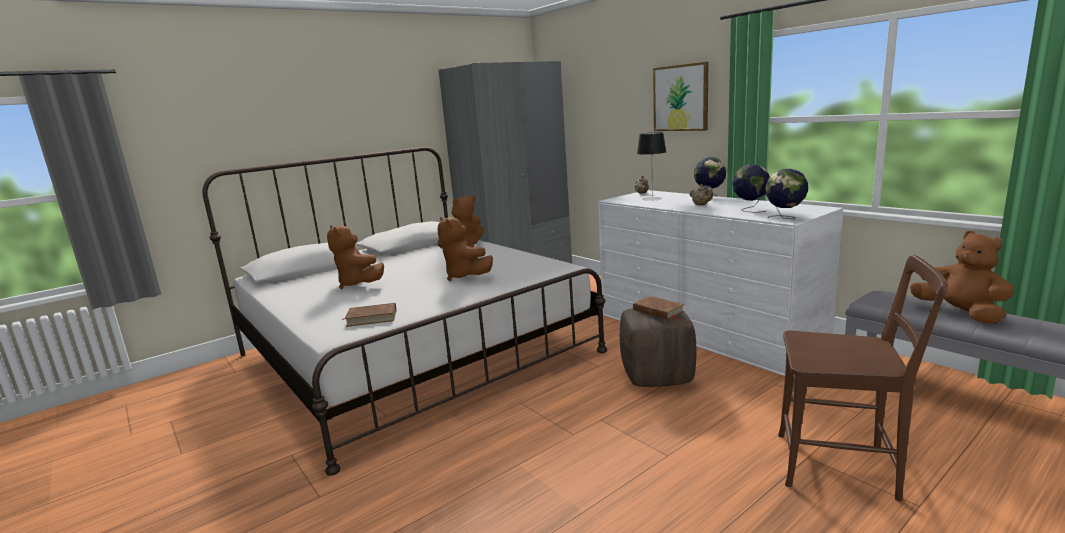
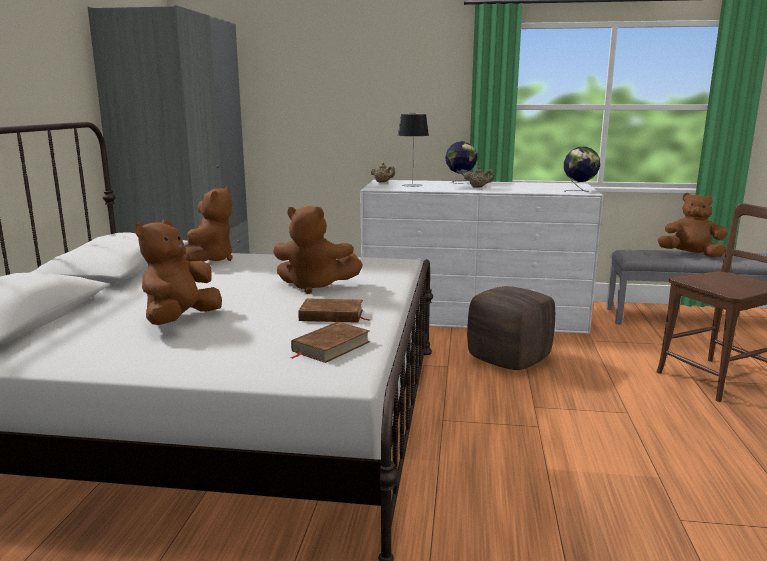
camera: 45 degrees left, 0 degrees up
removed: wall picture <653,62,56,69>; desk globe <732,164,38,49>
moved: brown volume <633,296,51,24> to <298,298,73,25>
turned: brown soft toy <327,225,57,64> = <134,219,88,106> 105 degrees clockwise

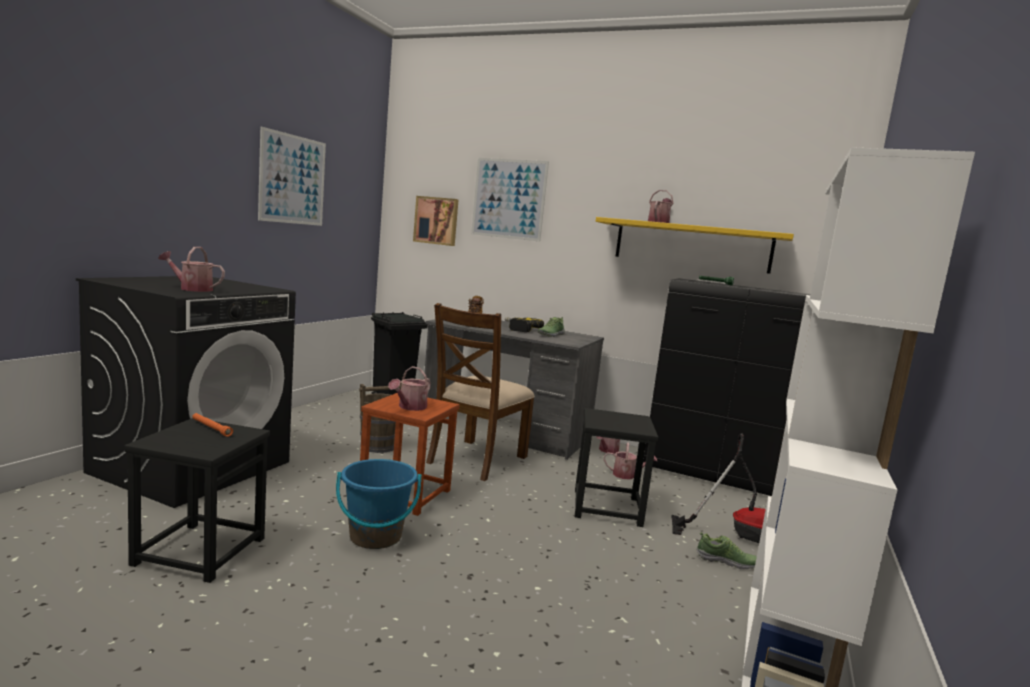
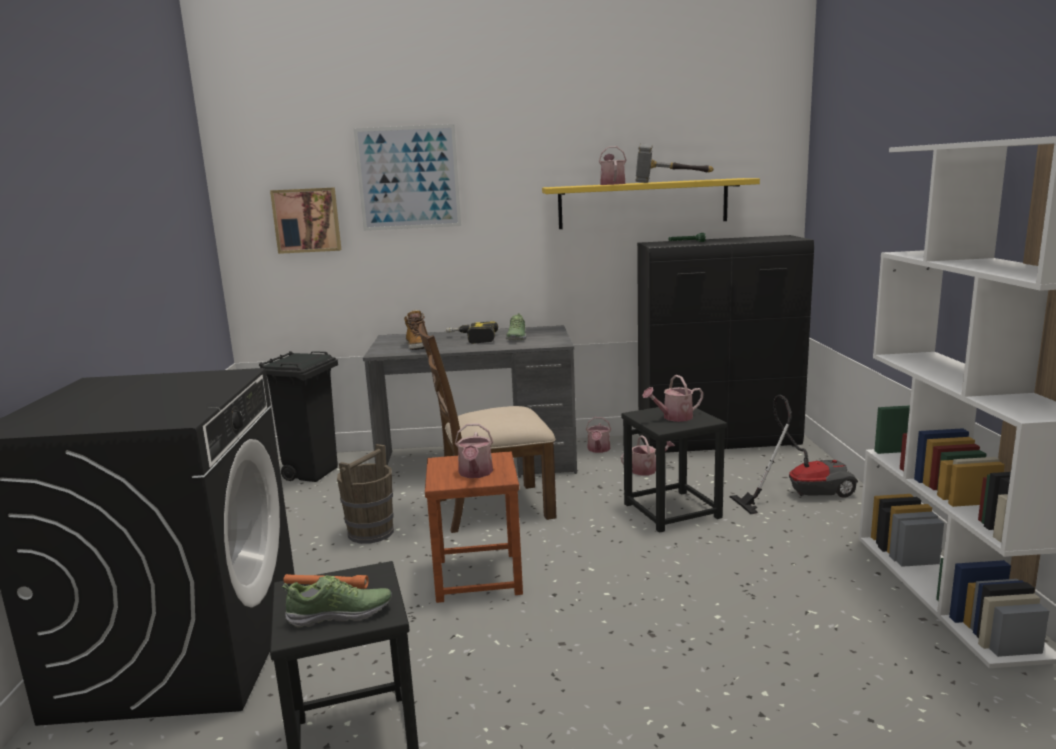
camera: 25 degrees left, 5 degrees up
removed: wall picture <258,127,68,99>; blue-coloured bucket <336,459,85,90>
added: hand hammer <635,144,79,39>
moved: low shoe <696,532,61,37> to <282,575,110,53>; watering pot <158,247,67,45> to <642,375,62,47>
turned: brown upright chair <426,303,109,178> = <417,320,139,213> 75 degrees clockwise

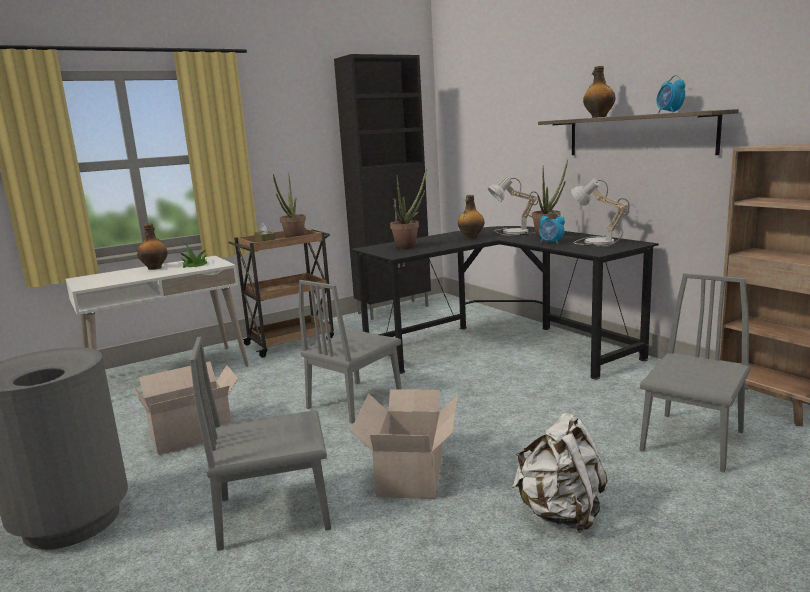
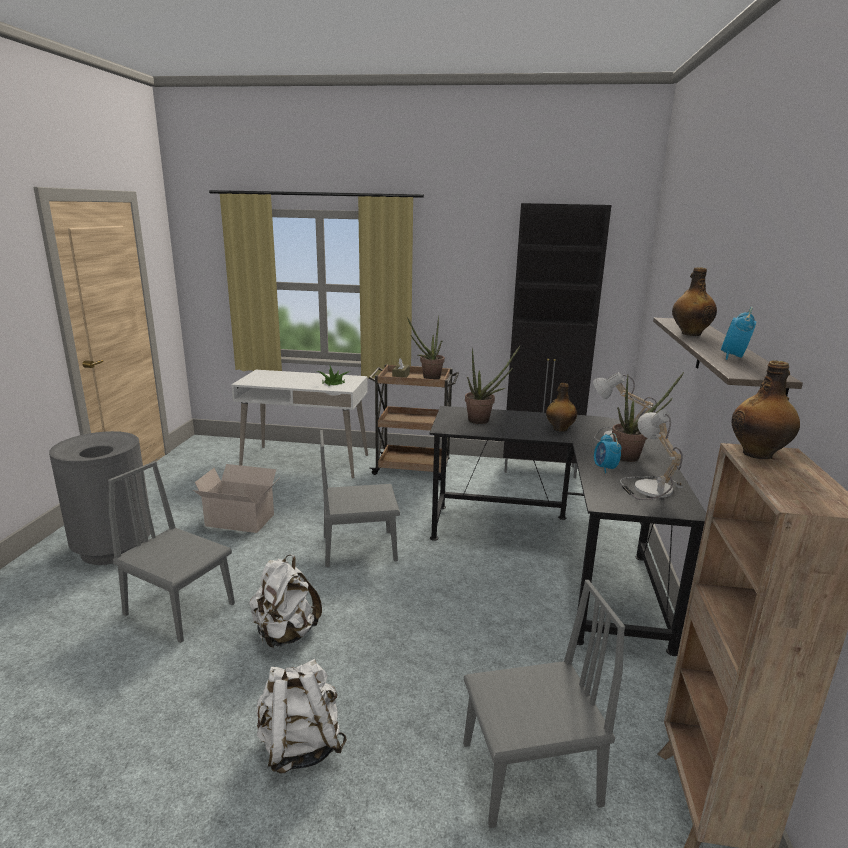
camera: 40 degrees right, 5 degrees up
moved: bottle <137,224,31,46> to <732,360,68,99>
replaced: packing box <350,390,108,109> to white knapsack <249,555,73,93>

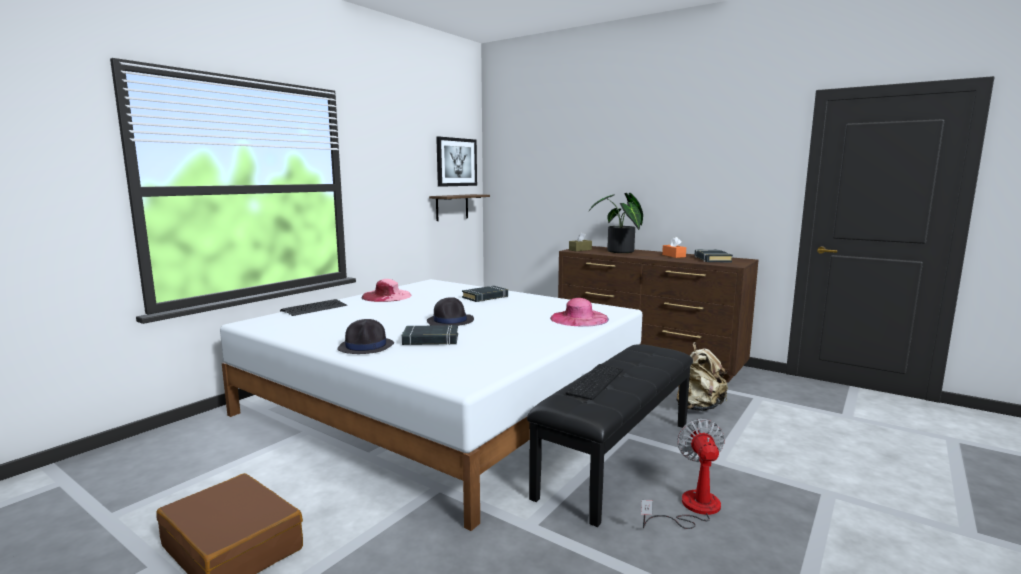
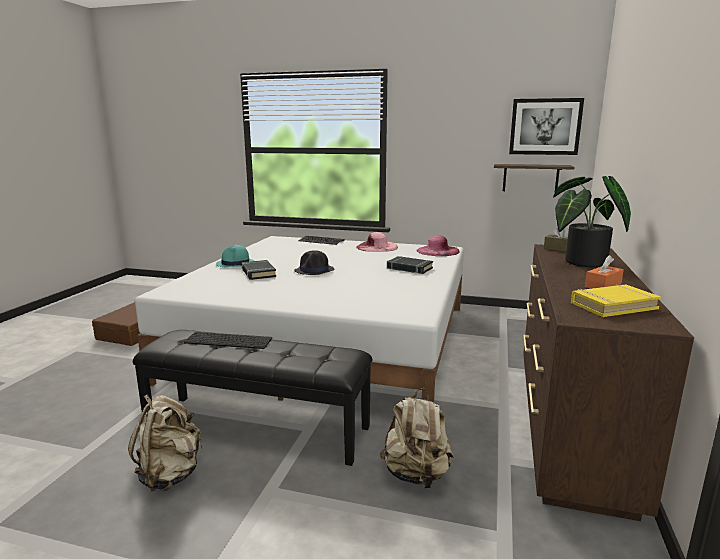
camera: 70 degrees right, 5 degrees up
moved: pink clothing hat <550,298,59,29> to <417,235,43,21>
replaced: electric fan <641,419,84,110> to beige-coloured knapsack <128,394,75,98>
recoloured: black-coloured clothing hat <337,319,57,35> to turquoise clothing hat <216,245,38,22>; black-coloured volume <694,250,39,12> to yellow volume <571,285,90,32>

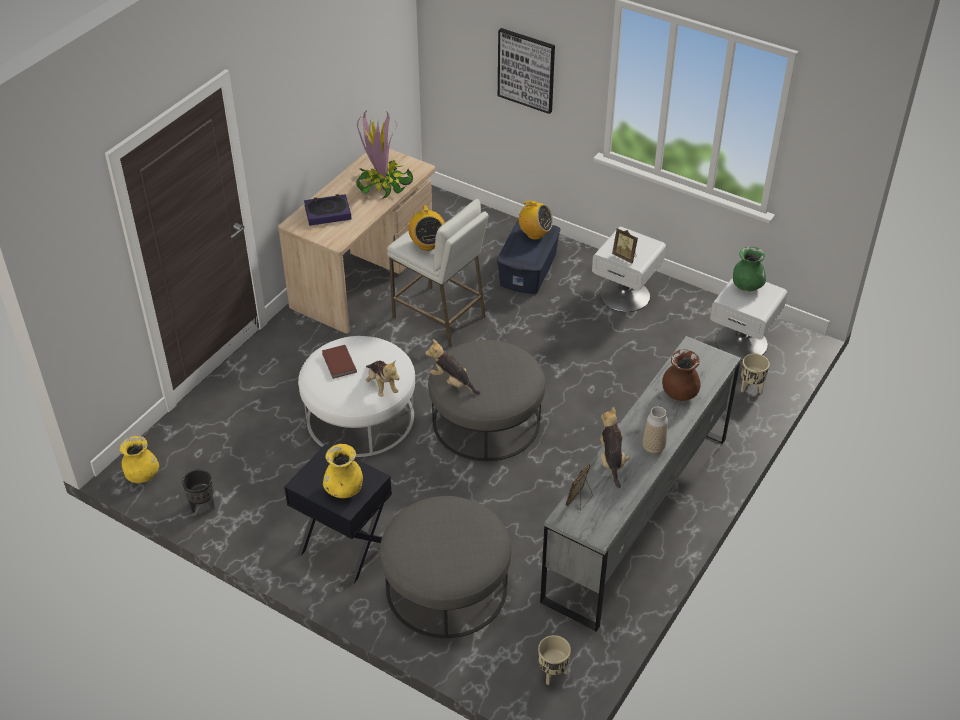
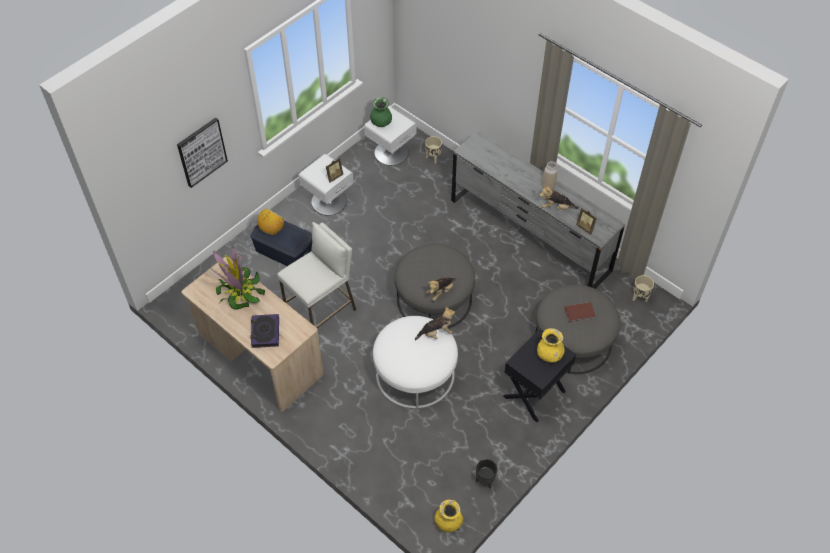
camera: 80 degrees left, 10 degrees up
removed: radio receiver <408,205,37,46>; brown vase <662,349,39,52>
moved: brown volume <322,345,35,34> to <564,302,32,20>

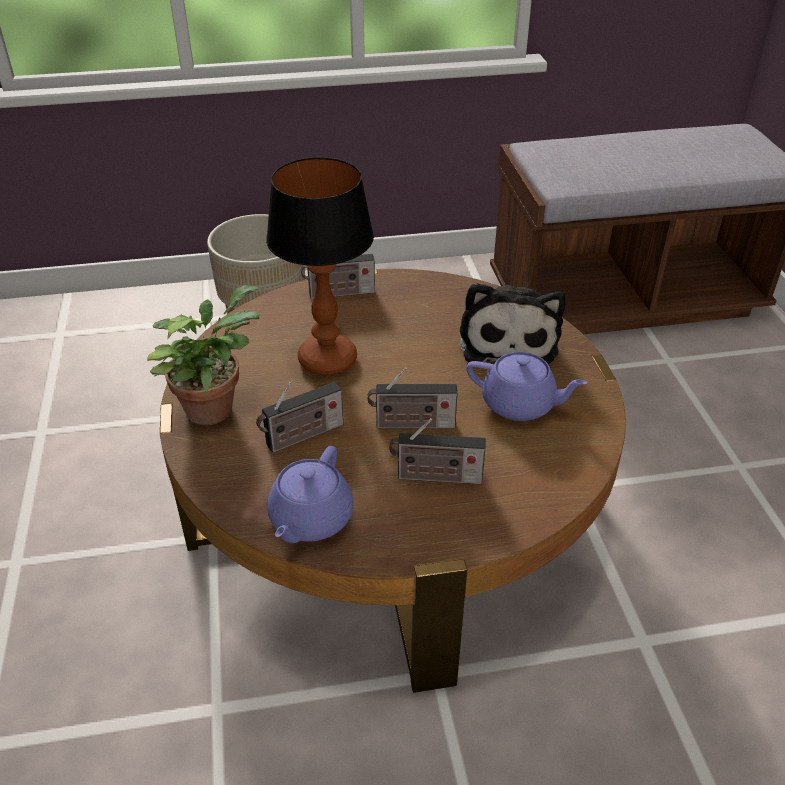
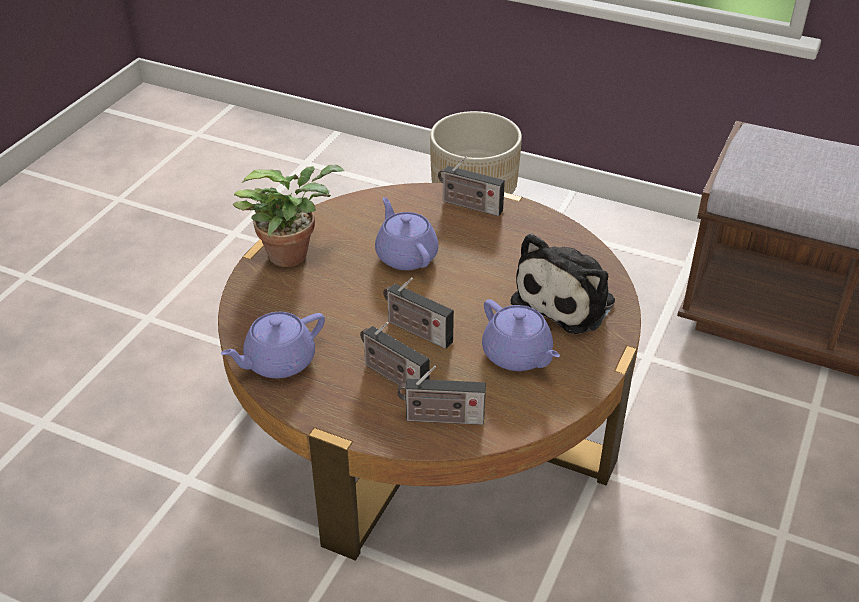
camera: 35 degrees right, 0 degrees up
moved: radio receiver <256,382,87,71> to <397,365,89,60>
replaced: table lamp <266,157,108,219> to purple-coloured pot for tea <375,197,64,73>

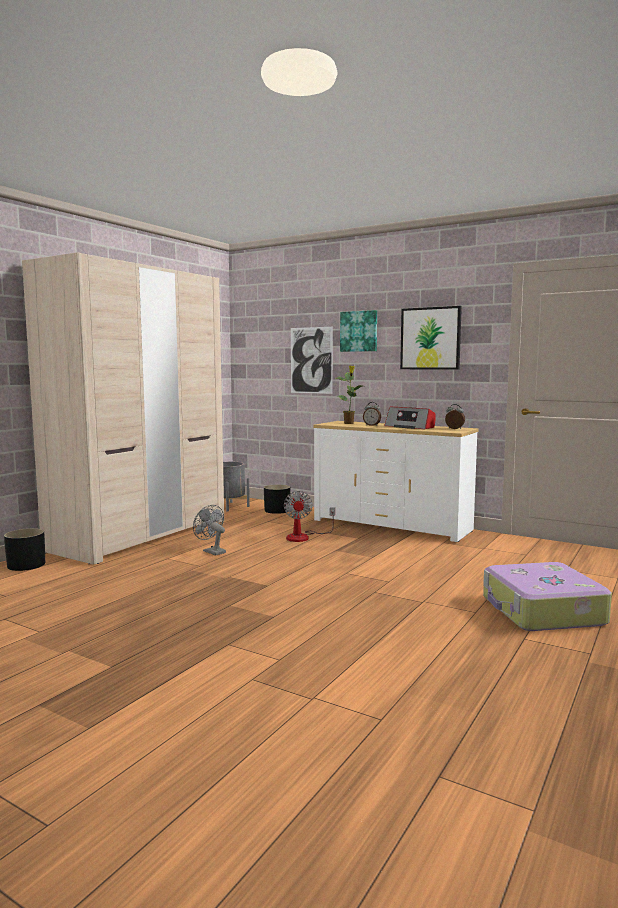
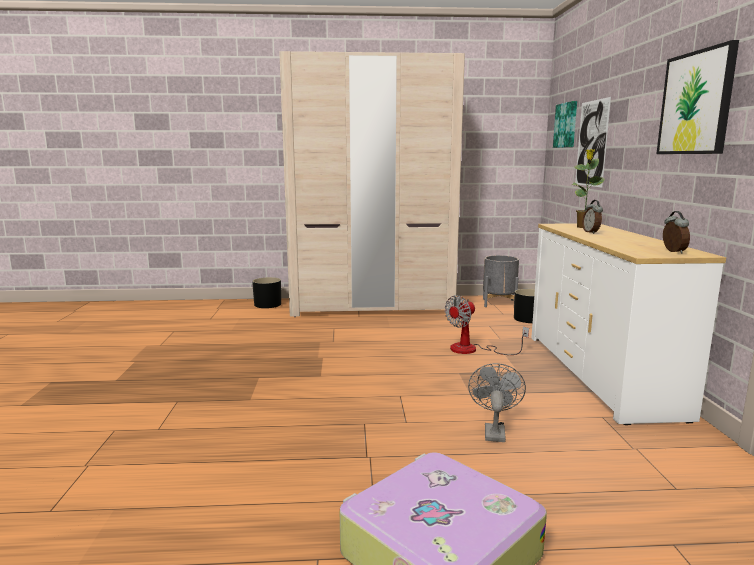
camera: 55 degrees right, 5 degrees up
removed: radio receiver <384,407,52,22>
moved: gray electric fan <193,505,33,51> to <468,363,58,79>; wall picture <340,310,37,42> to <553,101,24,47>

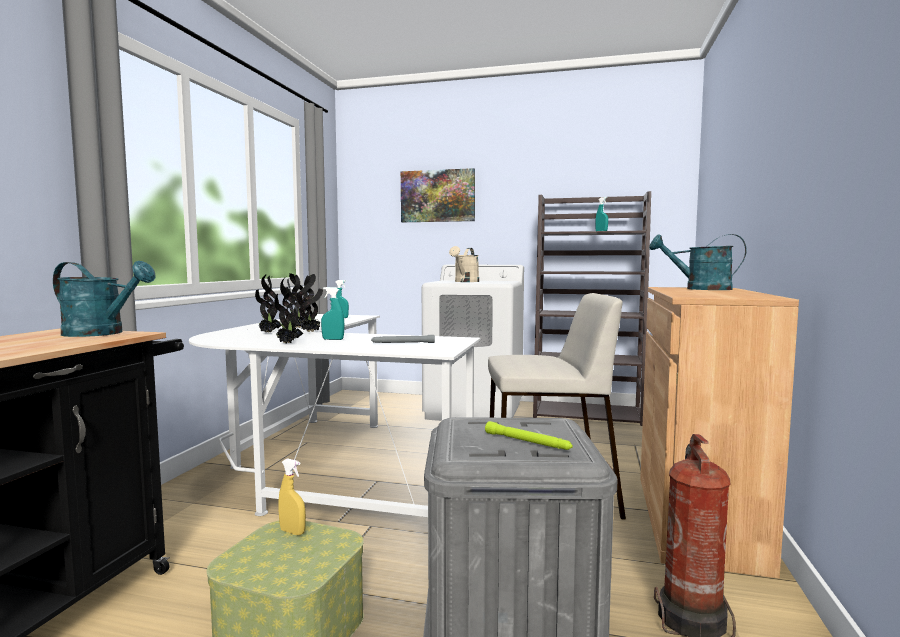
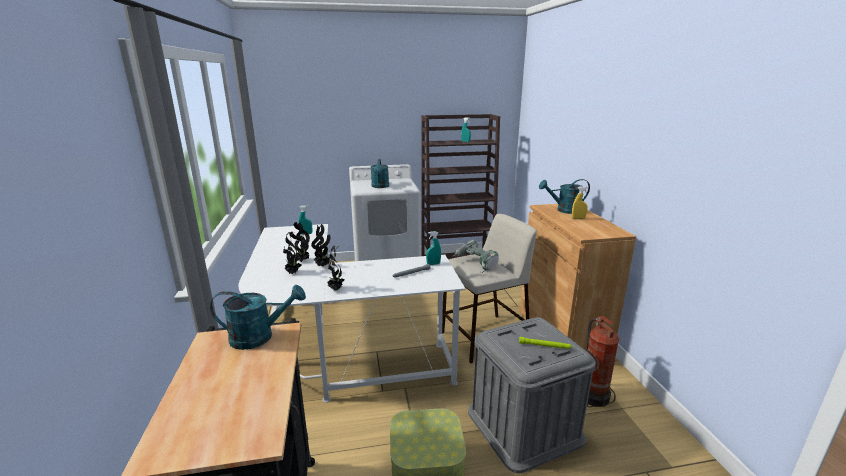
camera: 25 degrees left, 15 degrees up
removed: wall picture <401,168,74,54>
added: electric drill <452,239,47,34>
moved: turquoise hand sprayer <321,287,23,53> to <426,231,15,34>; yellow hand sprayer <279,458,27,77> to <572,186,17,33>
recoloured: beige-coloured watering pot <449,246,30,36> to turquoise watering pot <371,159,18,29>

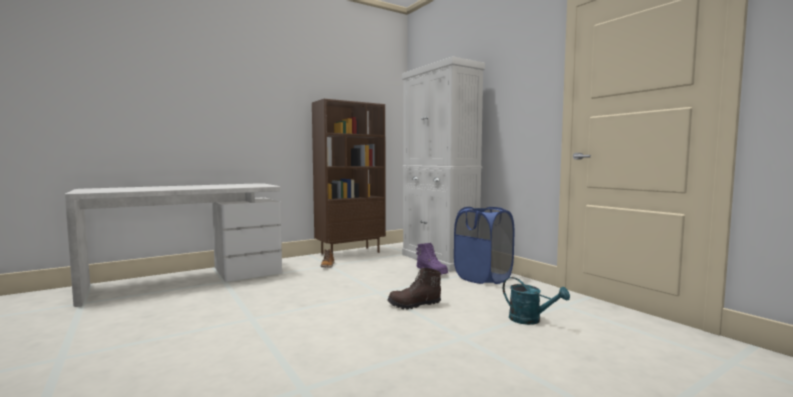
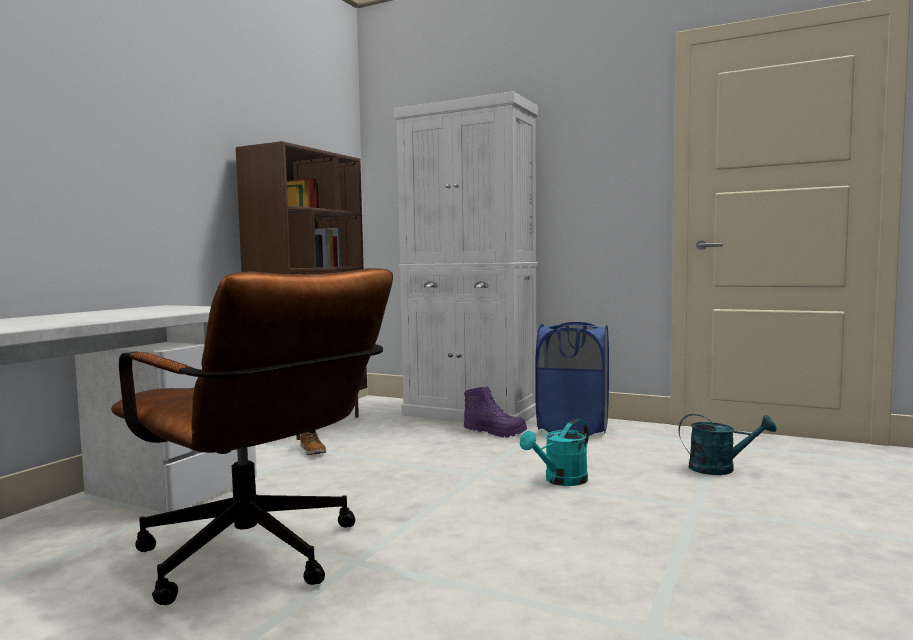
camera: 30 degrees left, 0 degrees up
added: brown office chair <111,268,282,337>
replaced: brown tall boot <387,268,54,42> to turquoise watering pot <520,419,69,67>

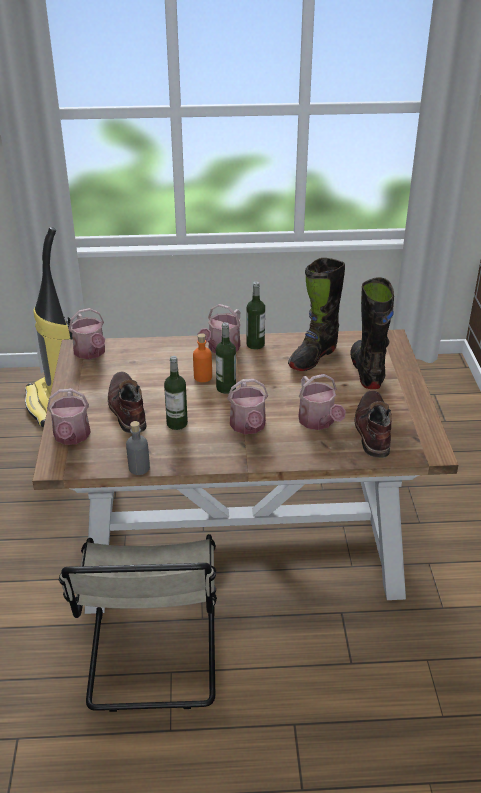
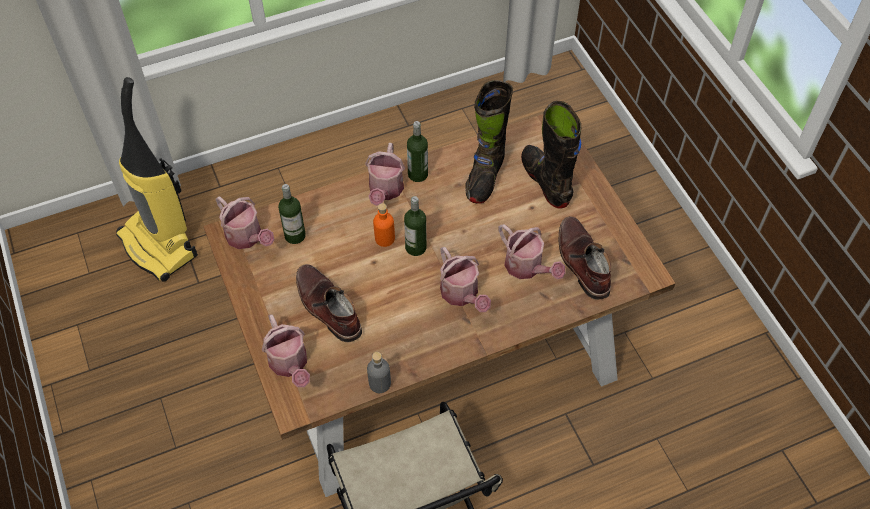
camera: 20 degrees left, 20 degrees up
moved: bottle <164,356,24,74> to <278,184,28,60>

